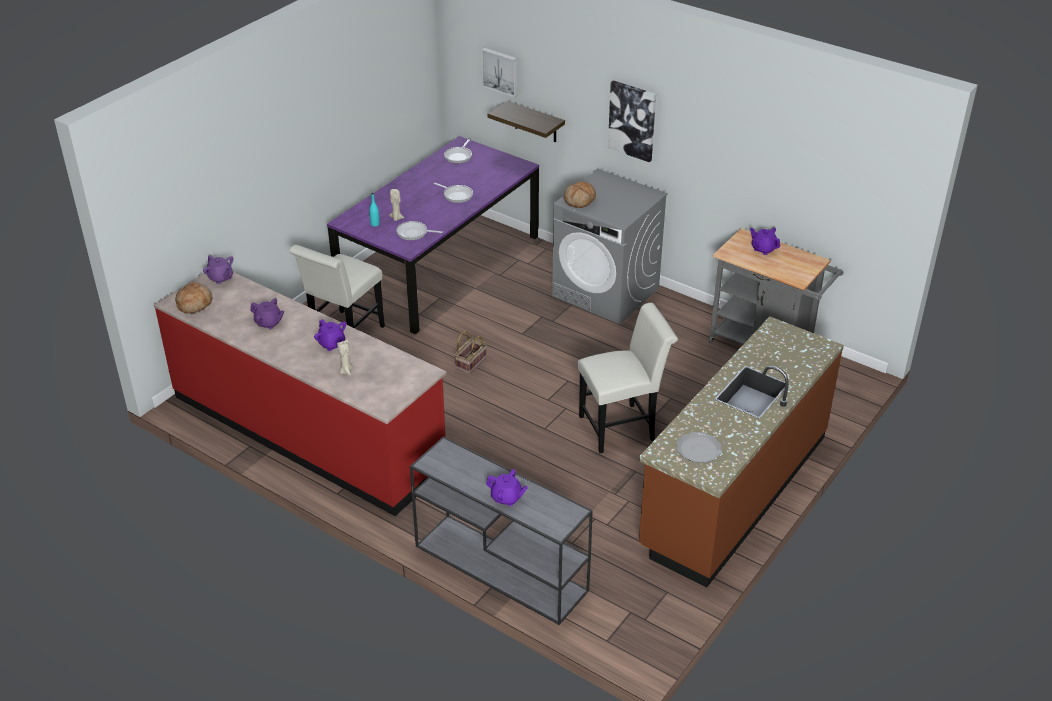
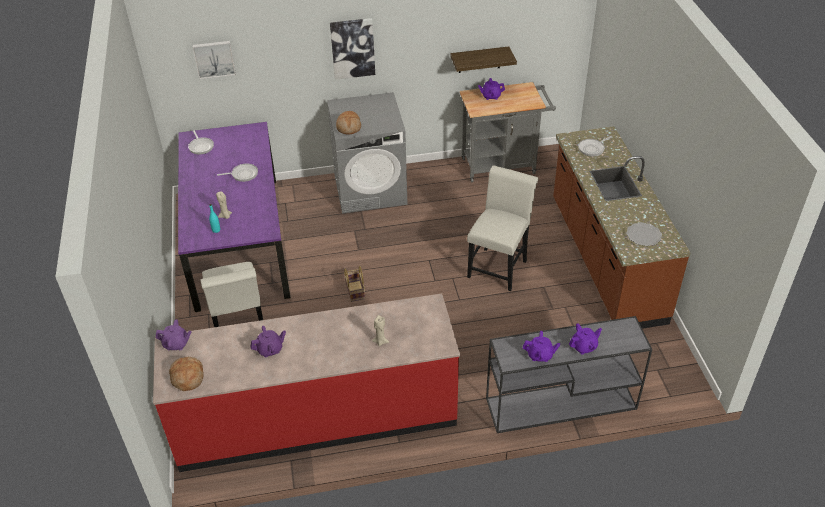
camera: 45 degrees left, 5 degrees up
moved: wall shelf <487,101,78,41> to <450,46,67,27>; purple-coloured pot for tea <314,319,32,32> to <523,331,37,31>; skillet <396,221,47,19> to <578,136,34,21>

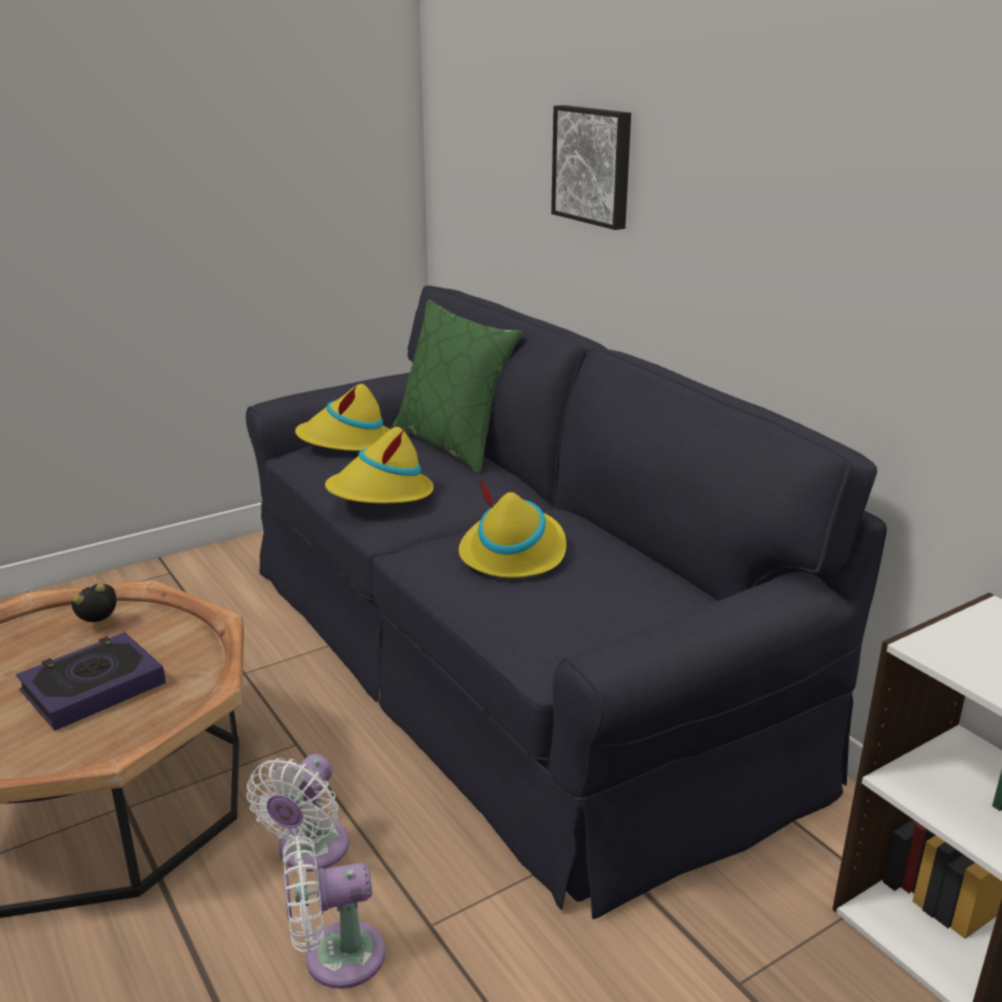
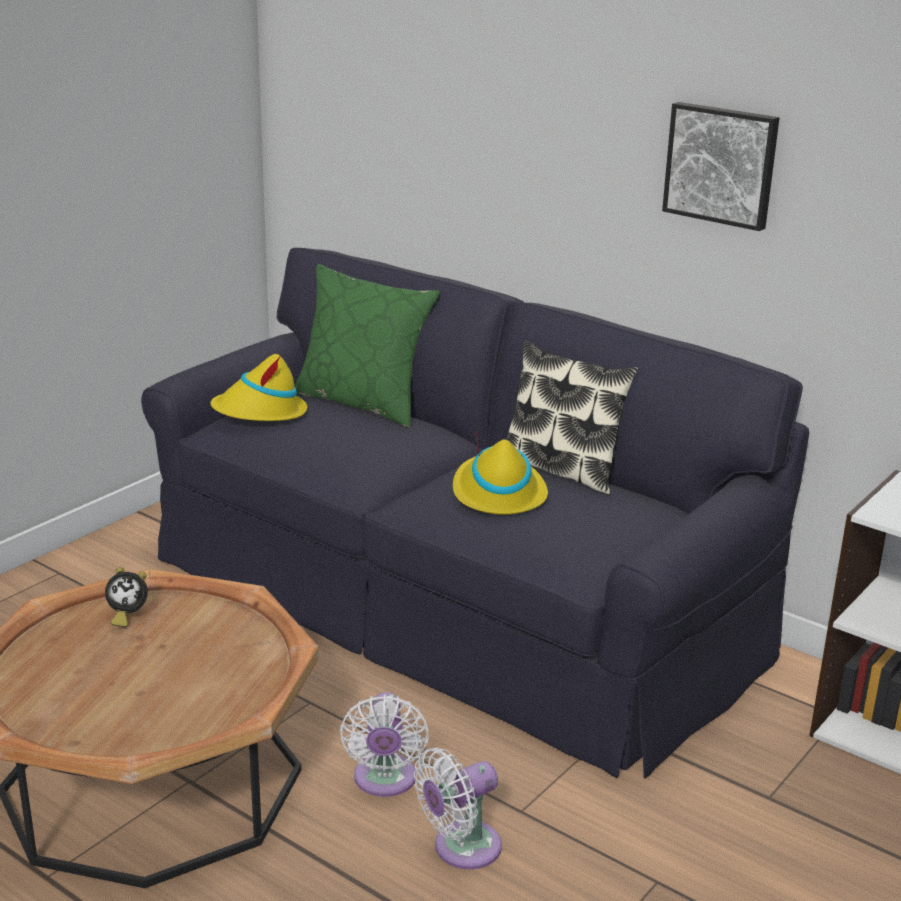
camera: 20 degrees left, 0 degrees up
removed: volume <16,632,150,98>; yellow clothing hat <325,427,108,76>
added: pillow <506,341,133,154>
moved: wall picture <551,105,80,125> to <662,102,117,129>
turned: bedside clock <72,584,45,38> = <105,567,43,60> 135 degrees counterclockwise

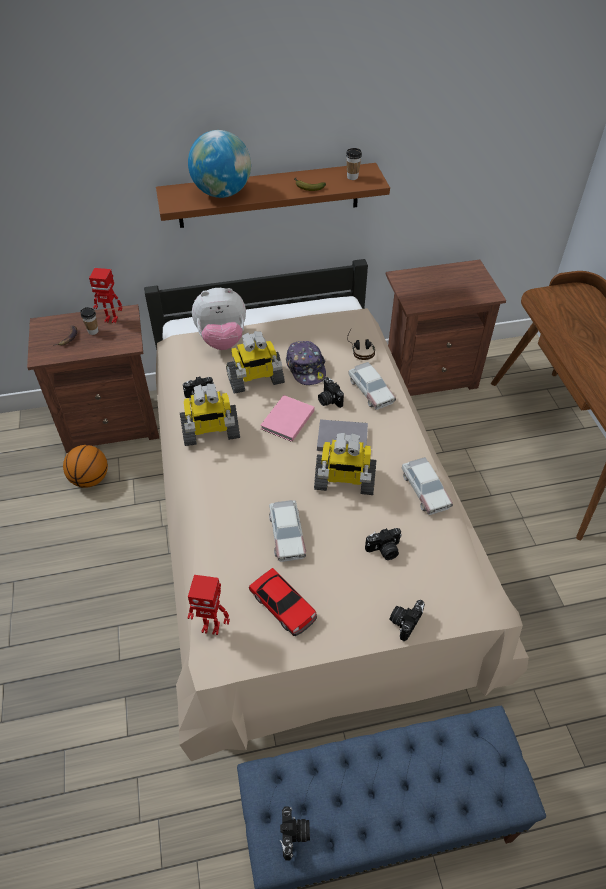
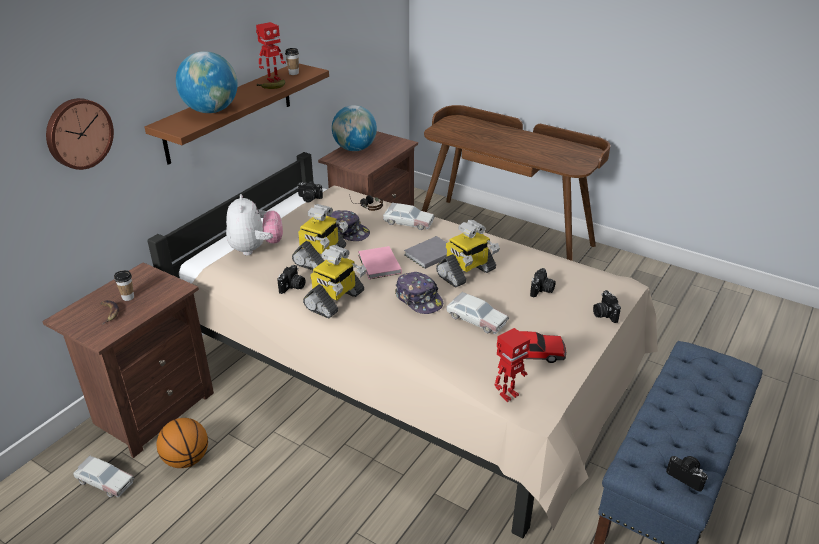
camera: 45 degrees left, 15 degrees down
added: wall clock <46,98,68,72>; desk globe <332,105,45,46>; baseball cap <395,272,48,42>
moved: model car <402,457,51,58> to <73,456,61,42>; robot figure <89,268,34,55> to <256,22,30,60>; photo camera <318,377,26,31> to <297,181,26,22>
turned: soft toy <192,288,54,62> = <226,194,57,62> 45 degrees counterclockwise

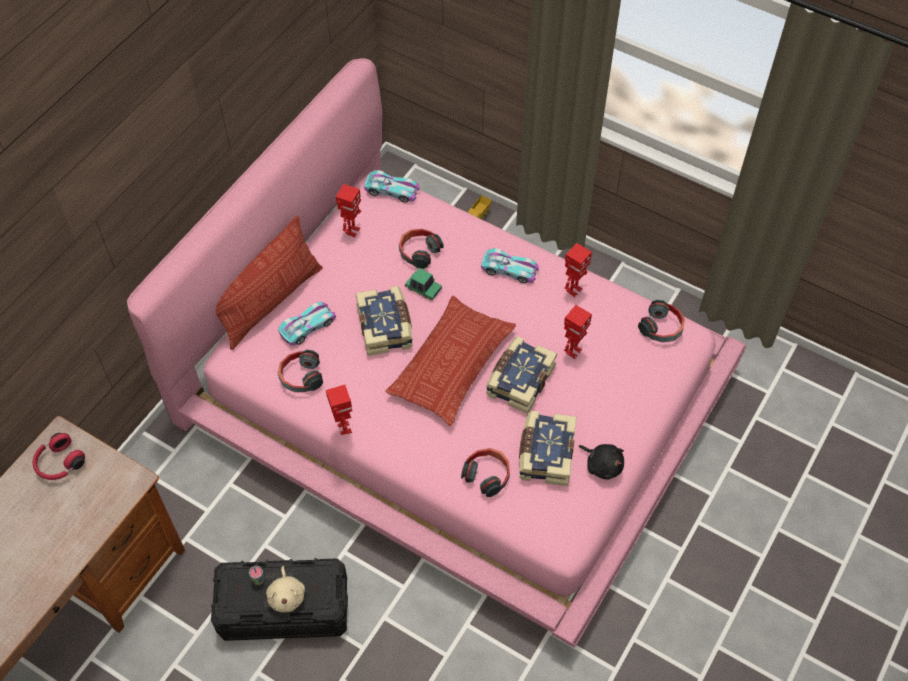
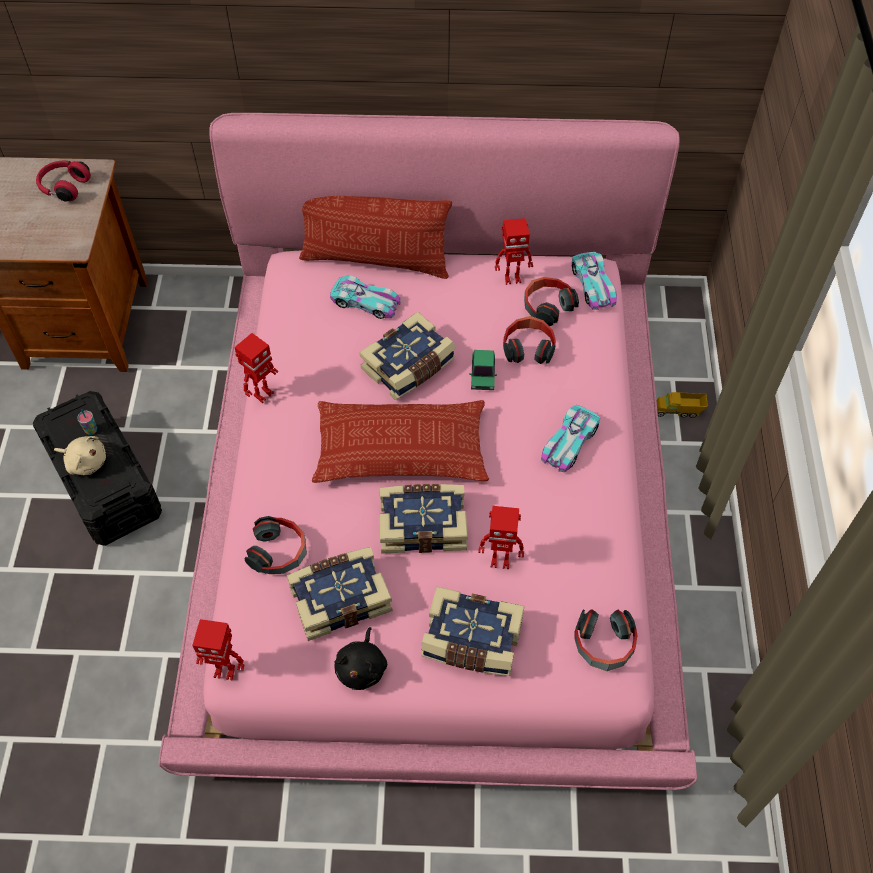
camera: 60 degrees right, 0 degrees up
added: volume <421,587,104,89>
moved: robot figure <565,243,27,54> to <192,619,52,62>; headset <278,350,45,42> to <524,277,55,49>
turned: beige-coloured soft toy <266,566,39,47> = <54,436,52,39> 120 degrees counterclockwise; model car <481,248,58,35> = <541,405,59,67> 45 degrees clockwise

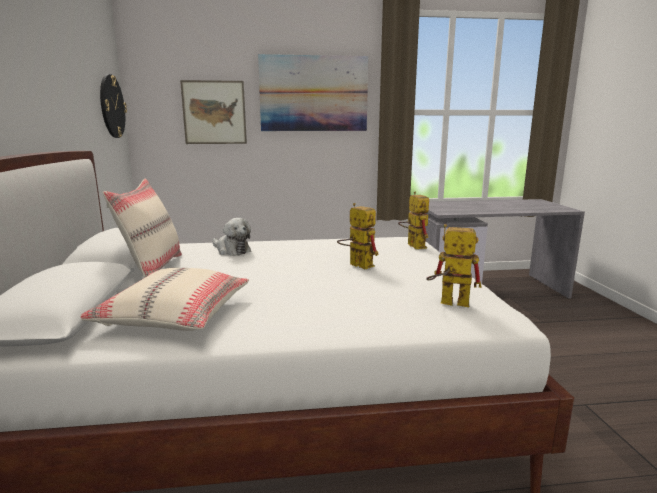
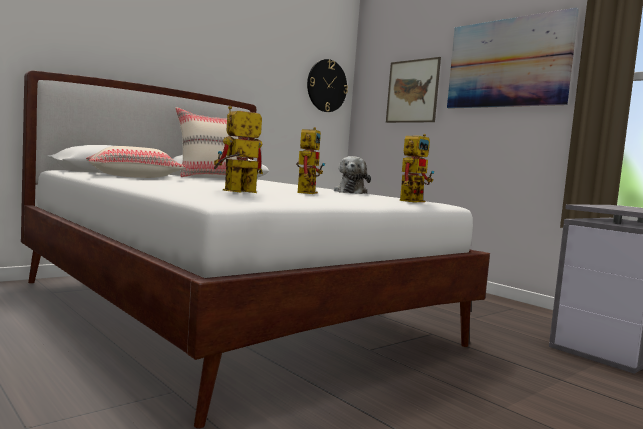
camera: 55 degrees right, 10 degrees down
moved: soft toy <212,218,39,38> to <334,156,37,38>
turned: robot figure <426,224,55,83> = <214,106,49,87> 105 degrees counterclockwise

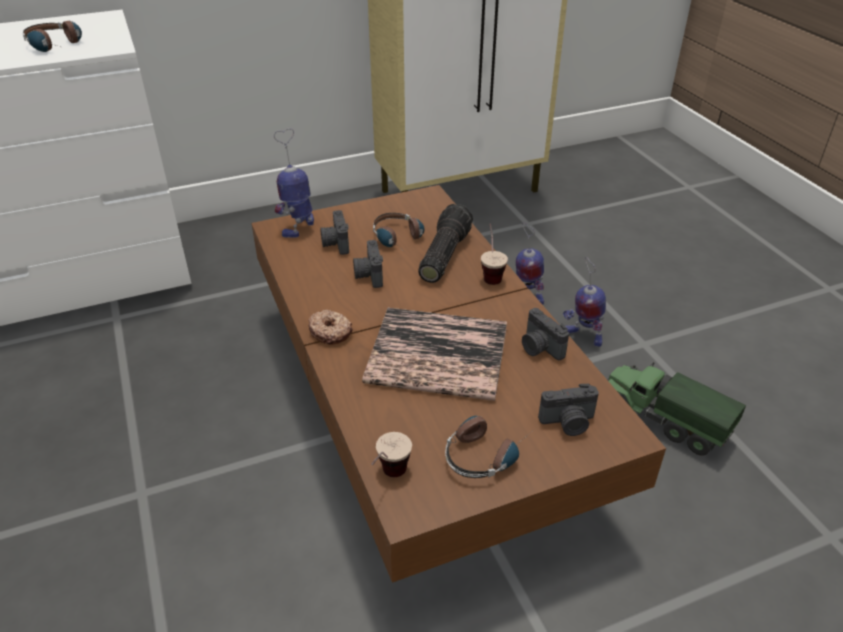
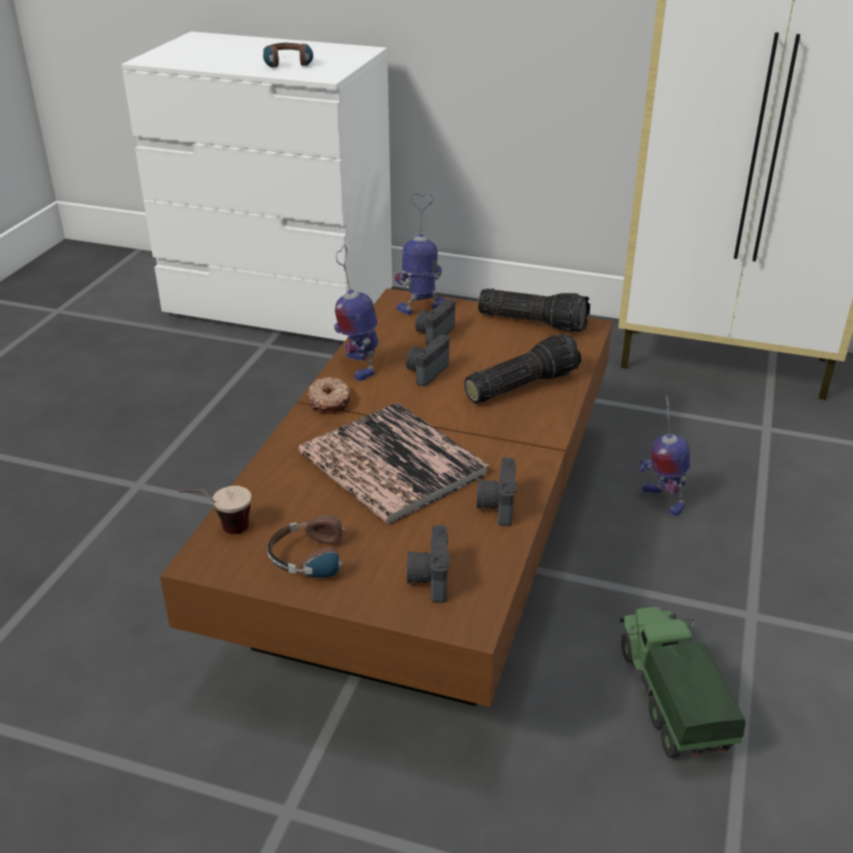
camera: 40 degrees right, 5 degrees down
removed: headset <373,213,52,35>; cup <481,223,27,62>
added: hand torch <478,288,112,44>
moved: robot figure <563,257,43,90> to <334,245,45,136>
turned: photo camera <538,384,61,52> = <407,525,43,78> 60 degrees clockwise

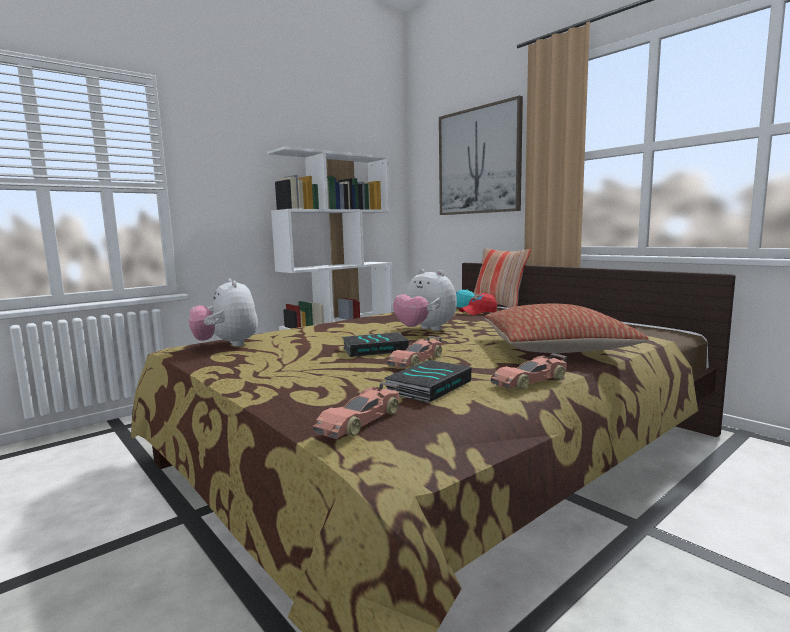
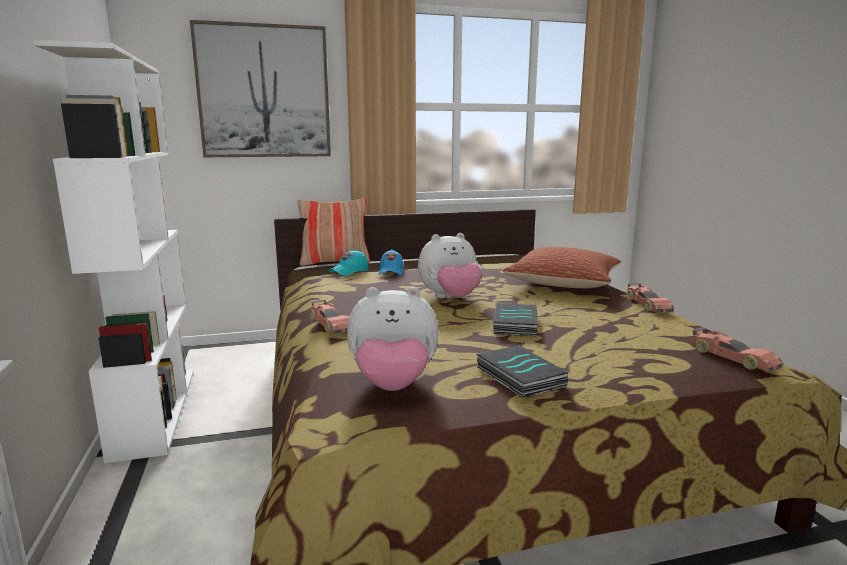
camera: 65 degrees left, 5 degrees up
moved: model car <387,336,55,32> to <310,300,39,34>; volume <384,360,88,43> to <477,345,91,53>
recoloured: red baseball cap <459,292,38,23> to blue-coloured baseball cap <378,250,26,25>

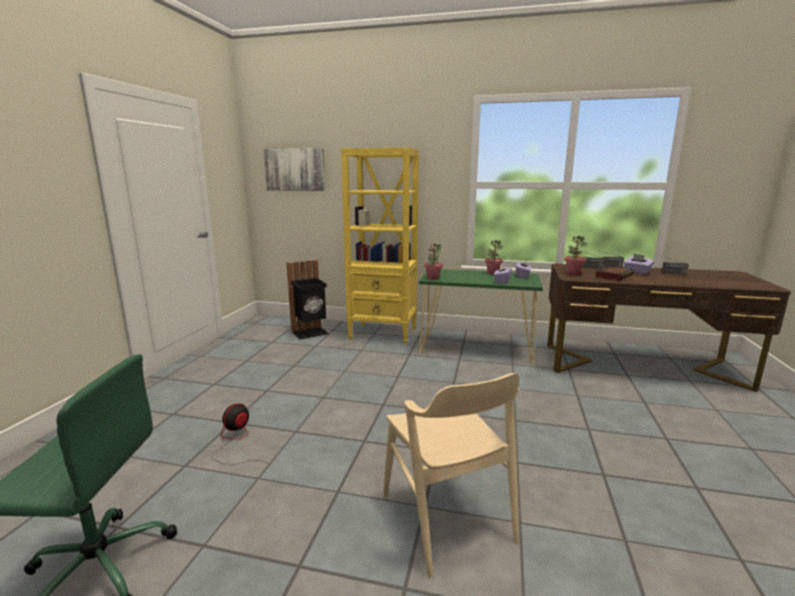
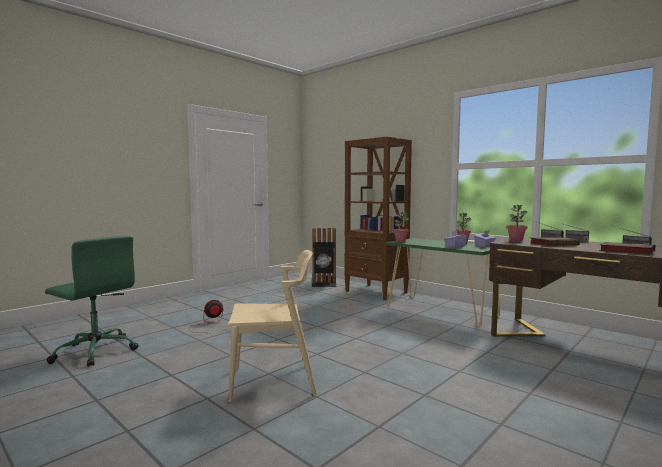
camera: 30 degrees right, 10 degrees down
removed: wall picture <264,148,61,43>; purple-coloured tissue box <624,254,30,20>
added: volume <599,242,56,13>
recoloured: yellow shelving unit <341,148,78,197> to brown shelving unit <344,136,68,164>
turned: beige-coloured upright chair <383,373,136,205> = <228,250,89,152> 105 degrees counterclockwise

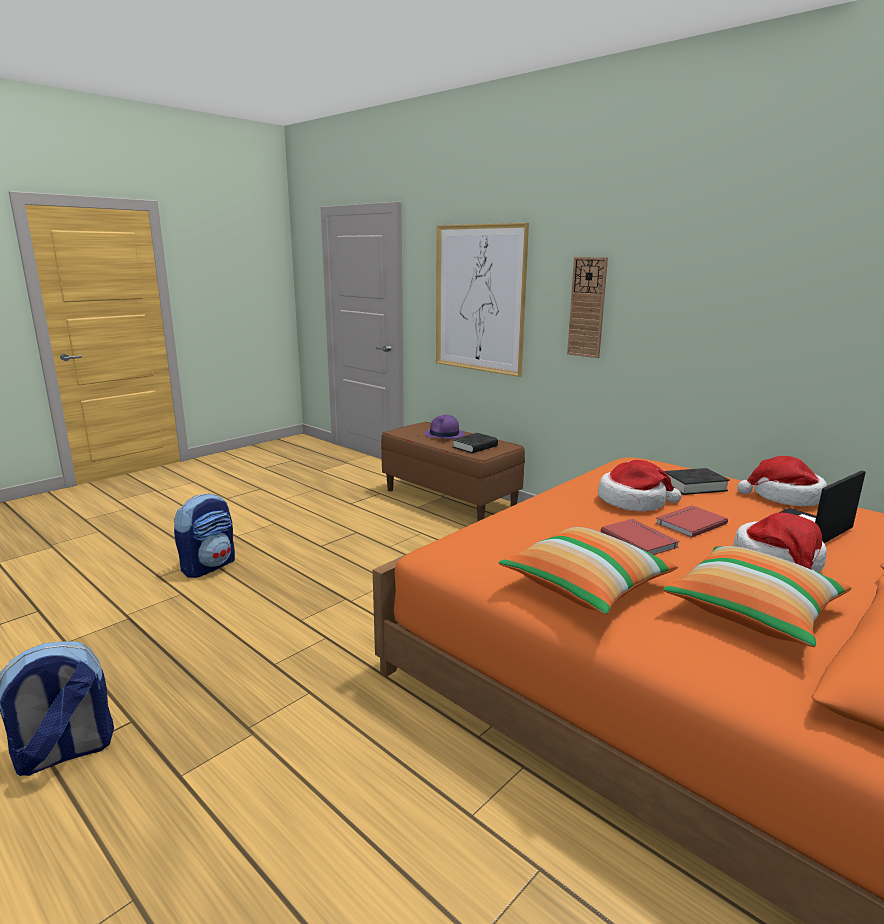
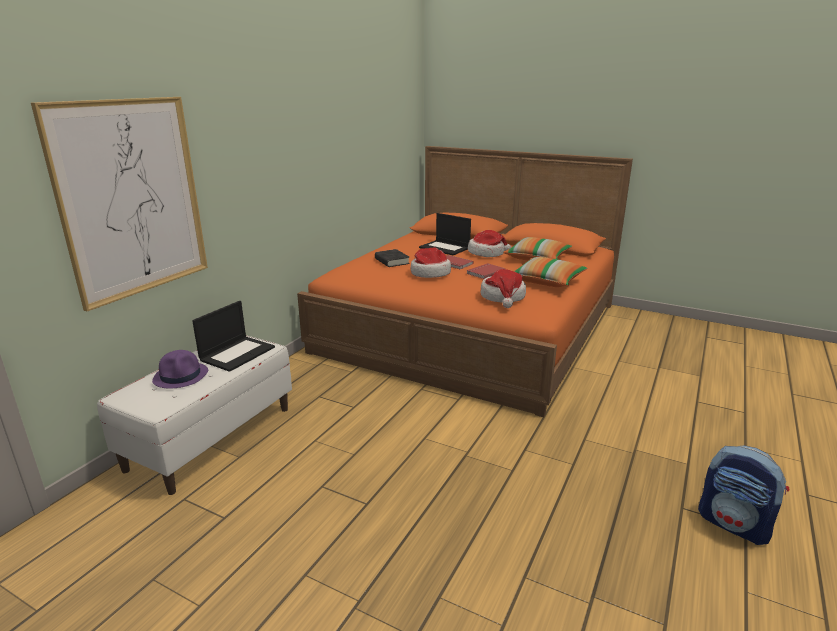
camera: 105 degrees left, 5 degrees up
removed: knapsack <174,493,61,85>; wall clock <567,257,41,101>
moved: clothing hat <737,456,90,50> to <481,269,45,39>
replaced: black-coloured volume <453,433,45,20> to portable computer <192,301,83,71>
recoloured: brown indoor bench <381,422,144,99> to white indoor bench <97,335,195,160>

